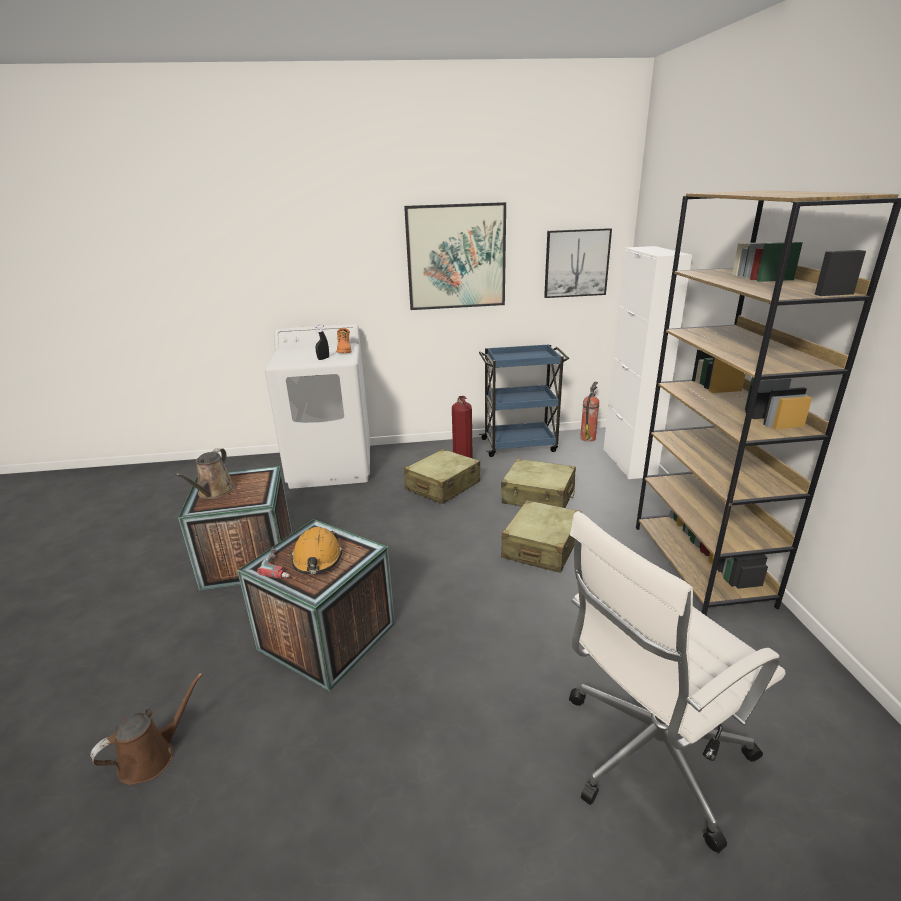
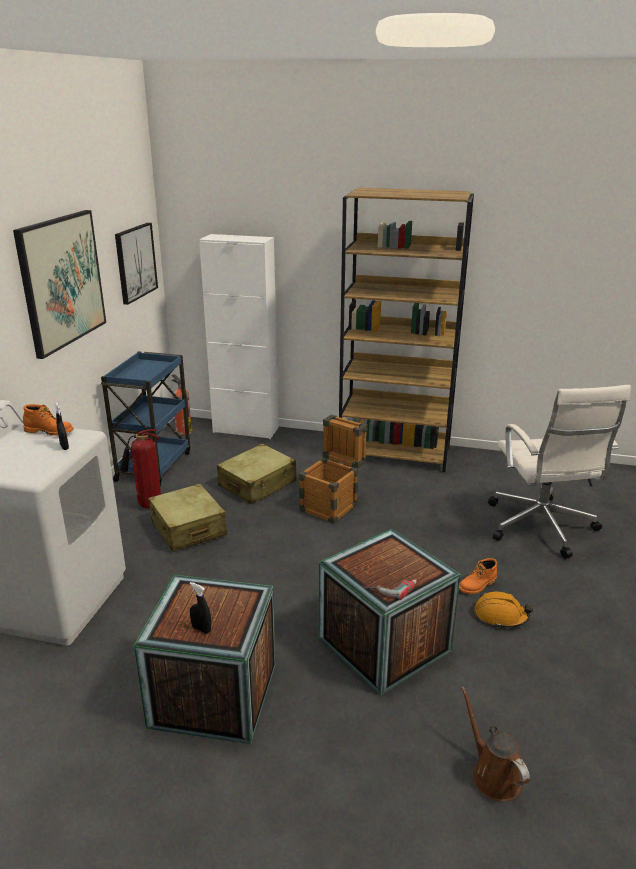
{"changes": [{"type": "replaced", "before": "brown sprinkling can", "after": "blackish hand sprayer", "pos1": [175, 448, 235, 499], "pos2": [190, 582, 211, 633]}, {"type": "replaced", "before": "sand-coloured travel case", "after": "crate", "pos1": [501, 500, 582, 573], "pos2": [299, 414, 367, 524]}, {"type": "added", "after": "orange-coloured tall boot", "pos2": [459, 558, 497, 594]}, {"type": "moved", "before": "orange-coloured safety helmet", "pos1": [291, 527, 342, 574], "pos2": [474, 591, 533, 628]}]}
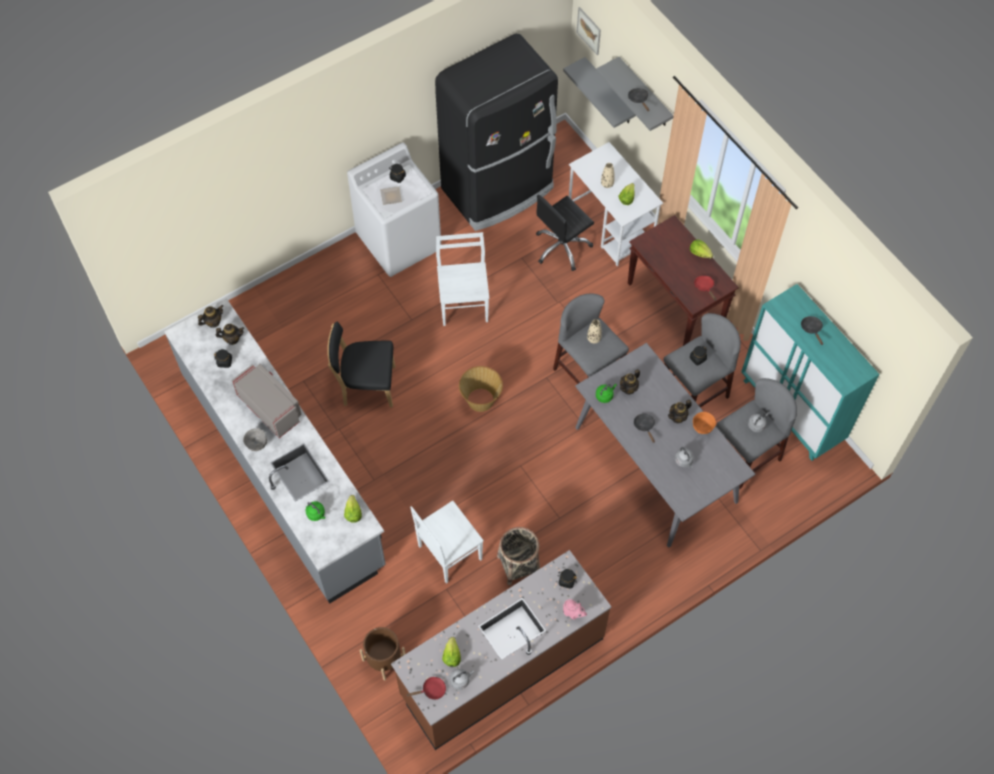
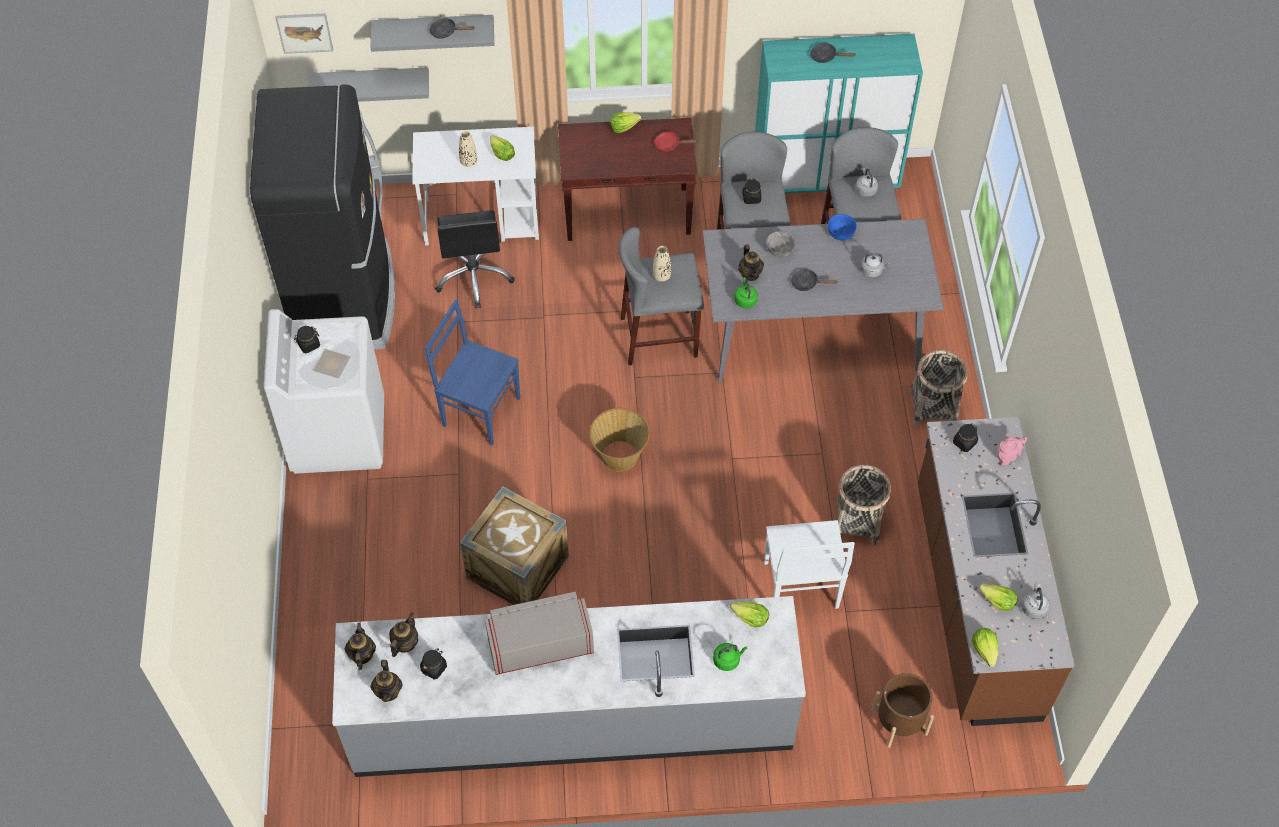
{"changes": [{"type": "moved", "before": "pot for tea", "pos1": [668, 400, 692, 424], "pos2": [370, 660, 403, 702]}, {"type": "recoloured", "before": "white-coloured plain chair", "after": "blue-coloured plain chair", "pos1": [436, 232, 489, 326], "pos2": [425, 299, 520, 445]}, {"type": "replaced", "before": "blackish plain chair", "after": "crate", "pos1": [327, 322, 395, 408], "pos2": [460, 487, 569, 605]}, {"type": "moved", "before": "gray serving bowl", "pos1": [243, 428, 267, 451], "pos2": [766, 231, 795, 257]}, {"type": "recoloured", "before": "orange-coloured serving bowl", "after": "blue-coloured serving bowl", "pos1": [693, 412, 716, 434], "pos2": [828, 214, 857, 240]}, {"type": "added", "after": "basket", "pos2": [910, 350, 968, 427]}, {"type": "added", "after": "lettuce head", "pos2": [972, 628, 998, 667]}, {"type": "removed", "before": "red-coloured skillet", "pos1": [407, 677, 446, 700]}]}
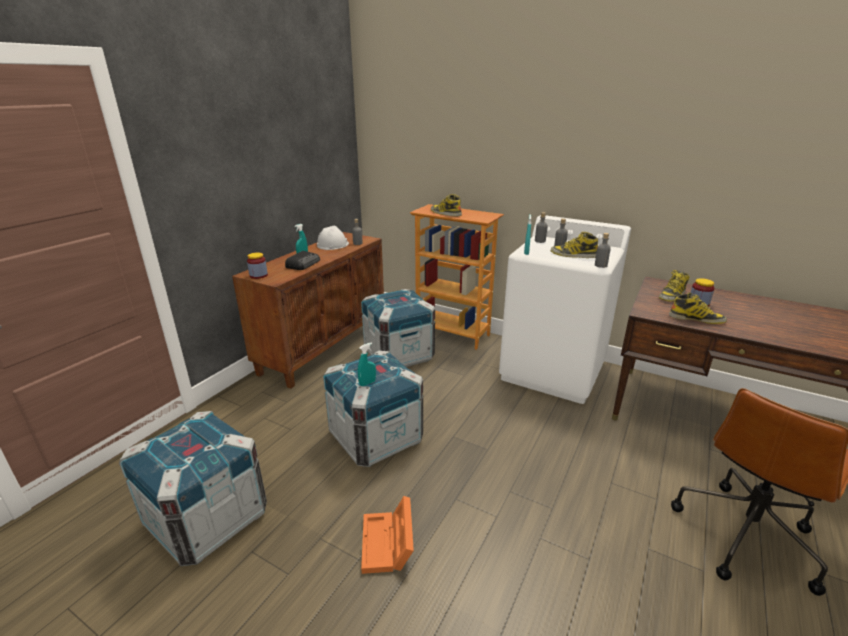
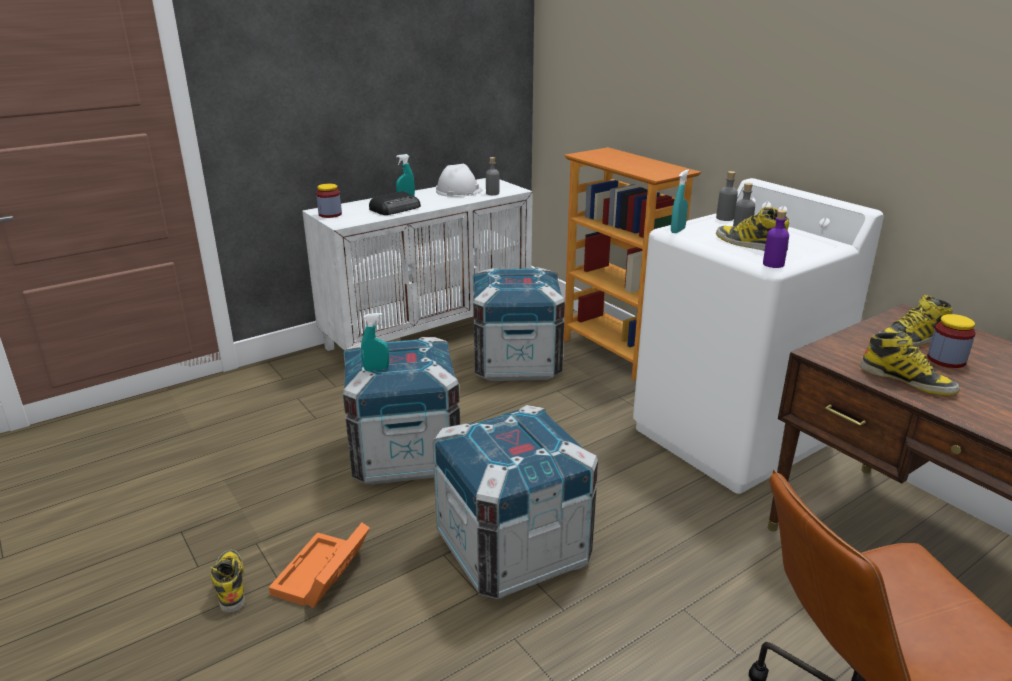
{"changes": [{"type": "moved", "before": "tall boot", "pos1": [431, 194, 462, 217], "pos2": [210, 550, 246, 612]}, {"type": "recoloured", "before": "brown cabinet", "after": "white-coloured cabinet", "pos1": [232, 232, 384, 389], "pos2": [302, 178, 533, 351]}, {"type": "moved", "before": "crate", "pos1": [119, 411, 267, 566], "pos2": [433, 405, 598, 600]}, {"type": "recoloured", "before": "gray drink bottle", "after": "purple drink bottle", "pos1": [595, 233, 611, 268], "pos2": [763, 210, 789, 268]}]}
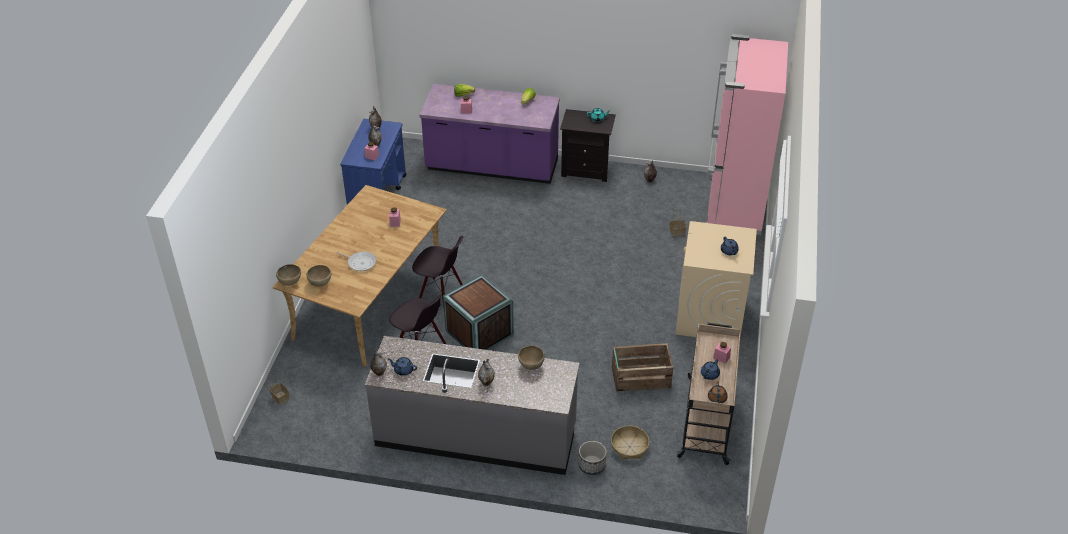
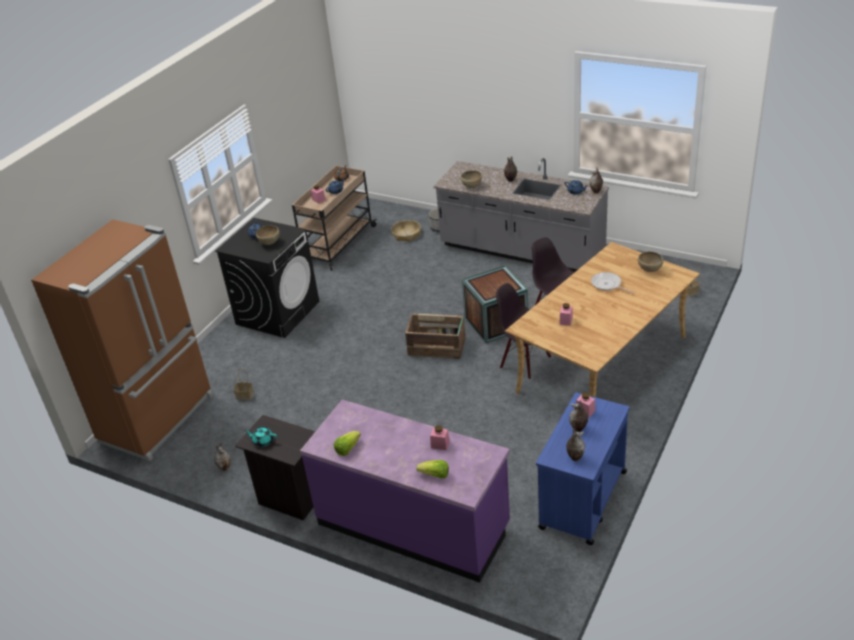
{"changes": [{"type": "recoloured", "before": "pink-coloured fridge", "after": "brown fridge", "pos1": [705, 34, 788, 235], "pos2": [31, 219, 214, 461]}, {"type": "recoloured", "before": "sand-coloured laundry appliance", "after": "blackish laundry appliance", "pos1": [675, 221, 757, 337], "pos2": [215, 218, 319, 338]}, {"type": "moved", "before": "brown serving bowl", "pos1": [276, 264, 301, 286], "pos2": [256, 225, 280, 245]}, {"type": "moved", "before": "crate", "pos1": [612, 343, 673, 392], "pos2": [405, 313, 465, 359]}]}
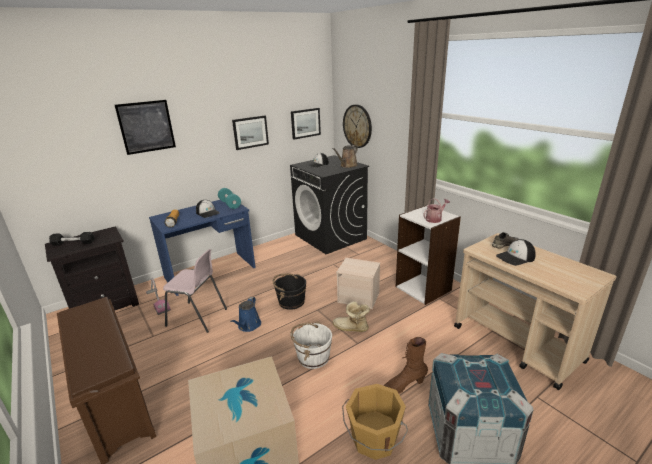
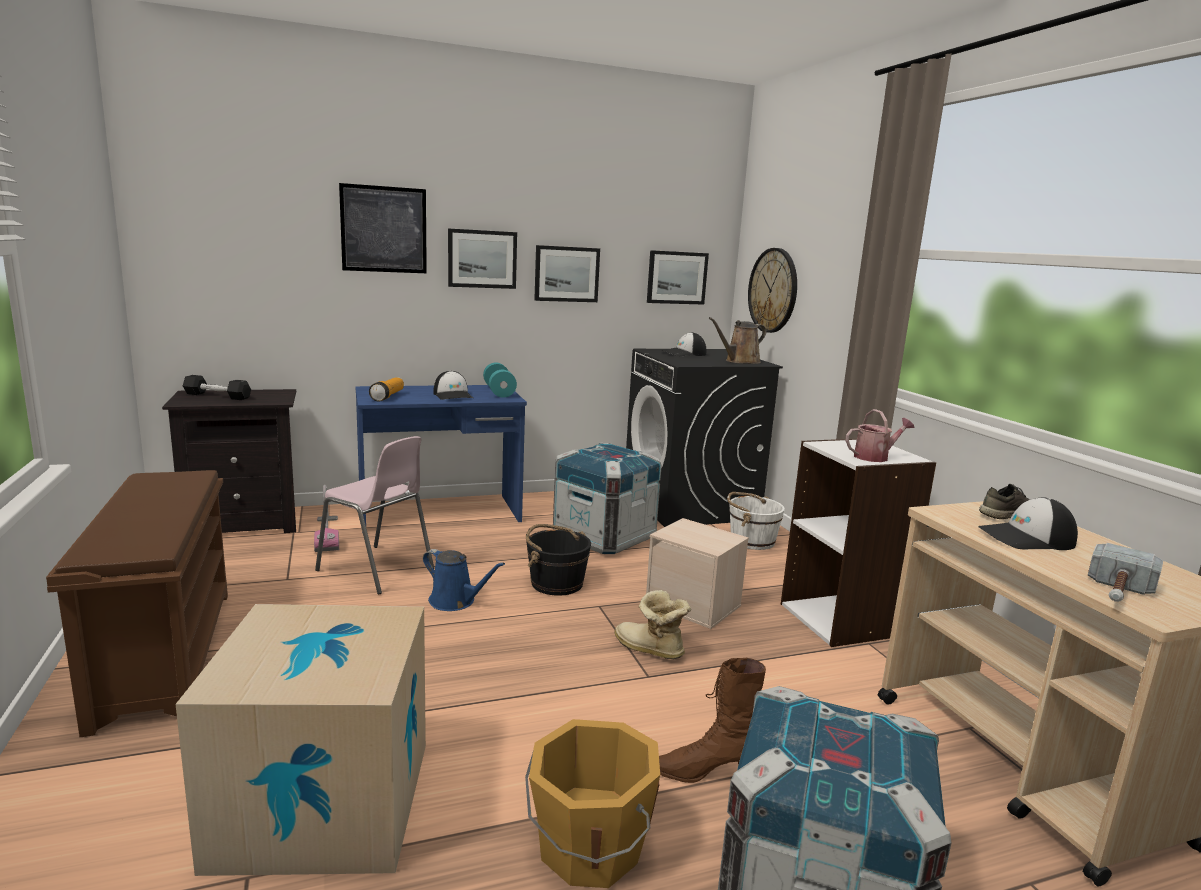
{"changes": [{"type": "turned", "before": "blue-coloured sprinkling can", "pos1": [230, 297, 261, 332], "pos2": [423, 549, 505, 611], "turn": -90}, {"type": "added", "after": "wall picture", "pos2": [448, 228, 517, 289]}, {"type": "added", "after": "crate", "pos2": [553, 443, 662, 554]}, {"type": "moved", "before": "white-coloured water bucket", "pos1": [291, 322, 332, 369], "pos2": [727, 492, 785, 550]}, {"type": "added", "after": "hand hammer", "pos2": [1088, 543, 1163, 602]}]}
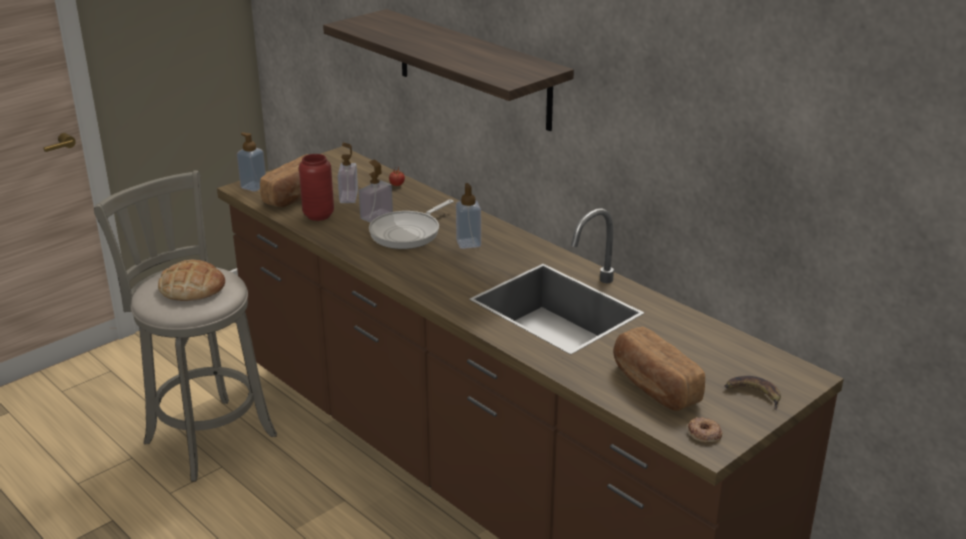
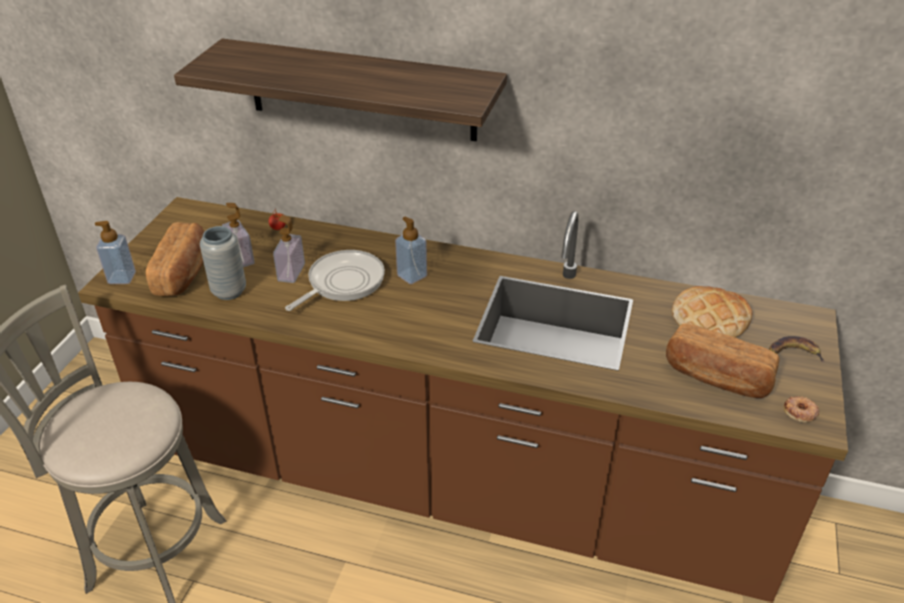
{"changes": [{"type": "recoloured", "before": "red-coloured flower vase", "after": "gray flower vase", "pos1": [299, 154, 334, 221], "pos2": [200, 226, 246, 300]}, {"type": "turned", "before": "skillet", "pos1": [369, 199, 454, 249], "pos2": [285, 250, 385, 311], "turn": -150}, {"type": "moved", "before": "bread", "pos1": [158, 260, 225, 301], "pos2": [672, 286, 753, 338]}]}
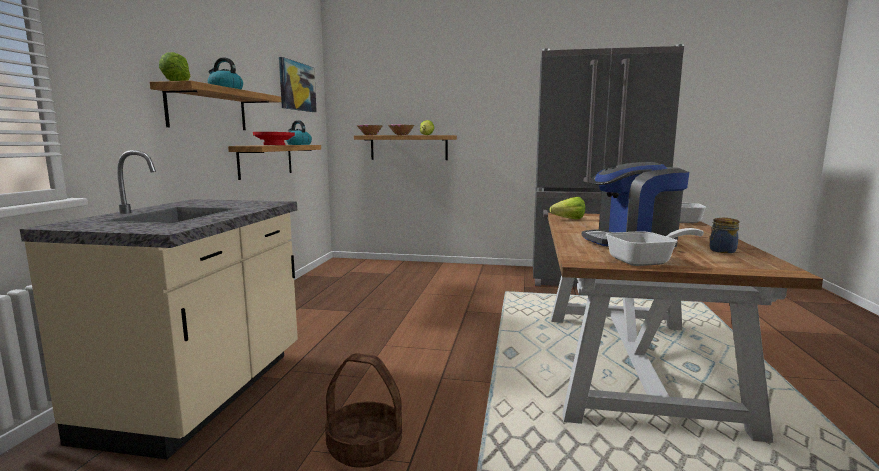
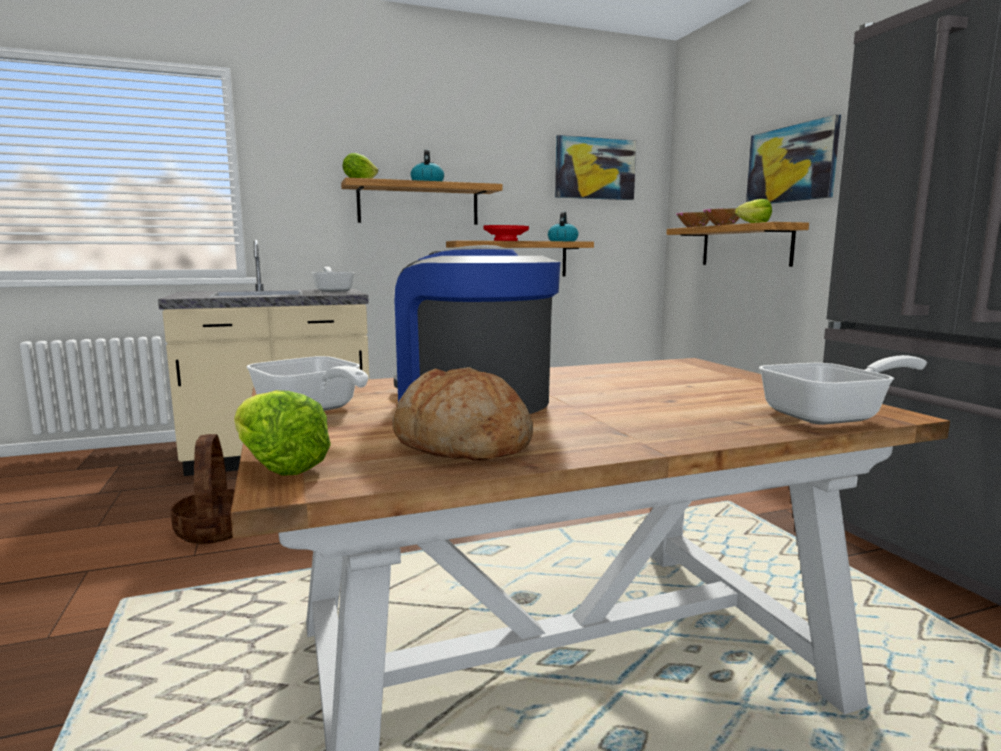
{"changes": [{"type": "moved", "before": "lettuce head", "pos1": [550, 197, 585, 219], "pos2": [234, 390, 331, 476]}, {"type": "added", "after": "skillet", "pos2": [311, 267, 355, 292]}, {"type": "replaced", "before": "jar", "after": "bread", "pos1": [710, 218, 739, 253], "pos2": [392, 367, 533, 461]}, {"type": "added", "after": "wall picture", "pos2": [746, 114, 841, 204]}]}
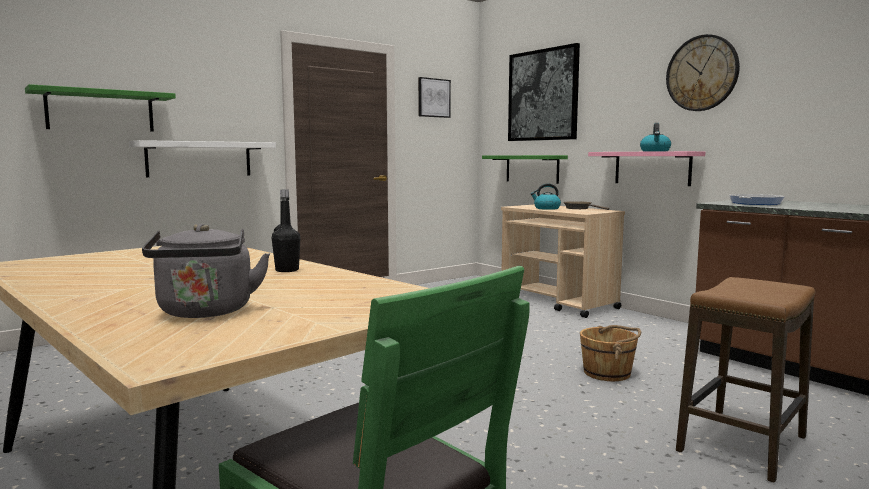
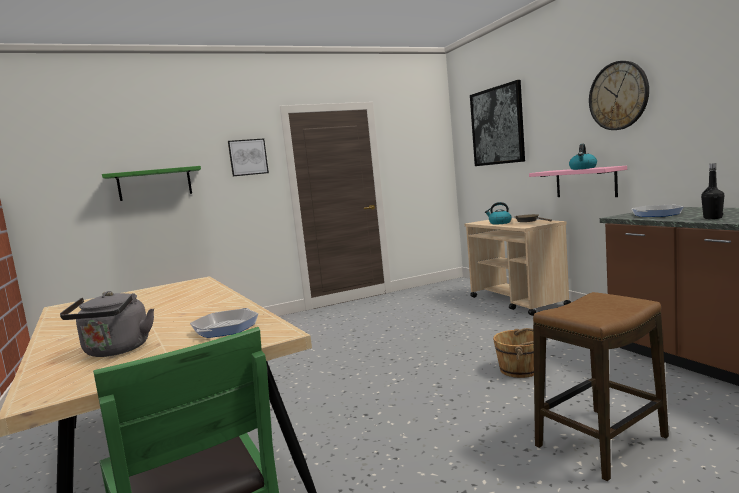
{"changes": [{"type": "added", "after": "skillet", "pos2": [190, 308, 258, 338]}, {"type": "moved", "before": "wall picture", "pos1": [418, 77, 451, 118], "pos2": [228, 138, 269, 176]}, {"type": "moved", "before": "blackish drink bottle", "pos1": [272, 190, 301, 272], "pos2": [701, 163, 724, 219]}, {"type": "removed", "before": "white-coloured wall shelf", "pos1": [129, 140, 276, 177]}, {"type": "removed", "before": "greenish wall shelf", "pos1": [482, 155, 568, 184]}]}
